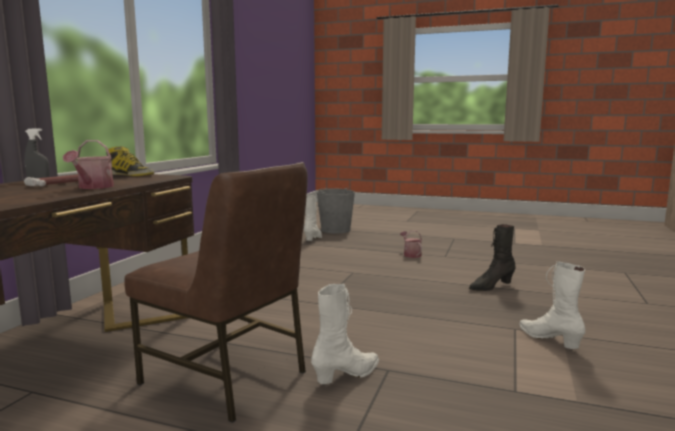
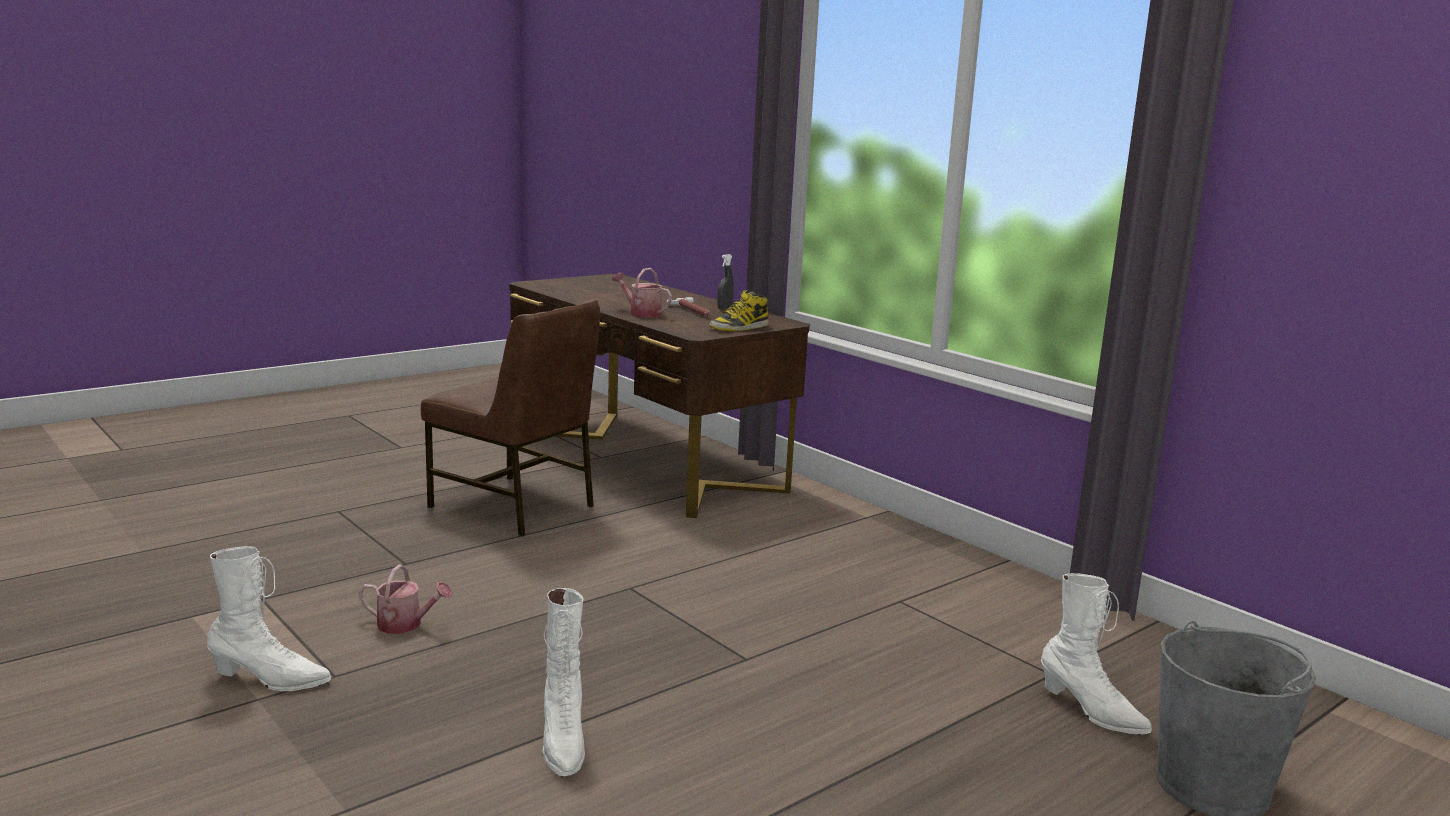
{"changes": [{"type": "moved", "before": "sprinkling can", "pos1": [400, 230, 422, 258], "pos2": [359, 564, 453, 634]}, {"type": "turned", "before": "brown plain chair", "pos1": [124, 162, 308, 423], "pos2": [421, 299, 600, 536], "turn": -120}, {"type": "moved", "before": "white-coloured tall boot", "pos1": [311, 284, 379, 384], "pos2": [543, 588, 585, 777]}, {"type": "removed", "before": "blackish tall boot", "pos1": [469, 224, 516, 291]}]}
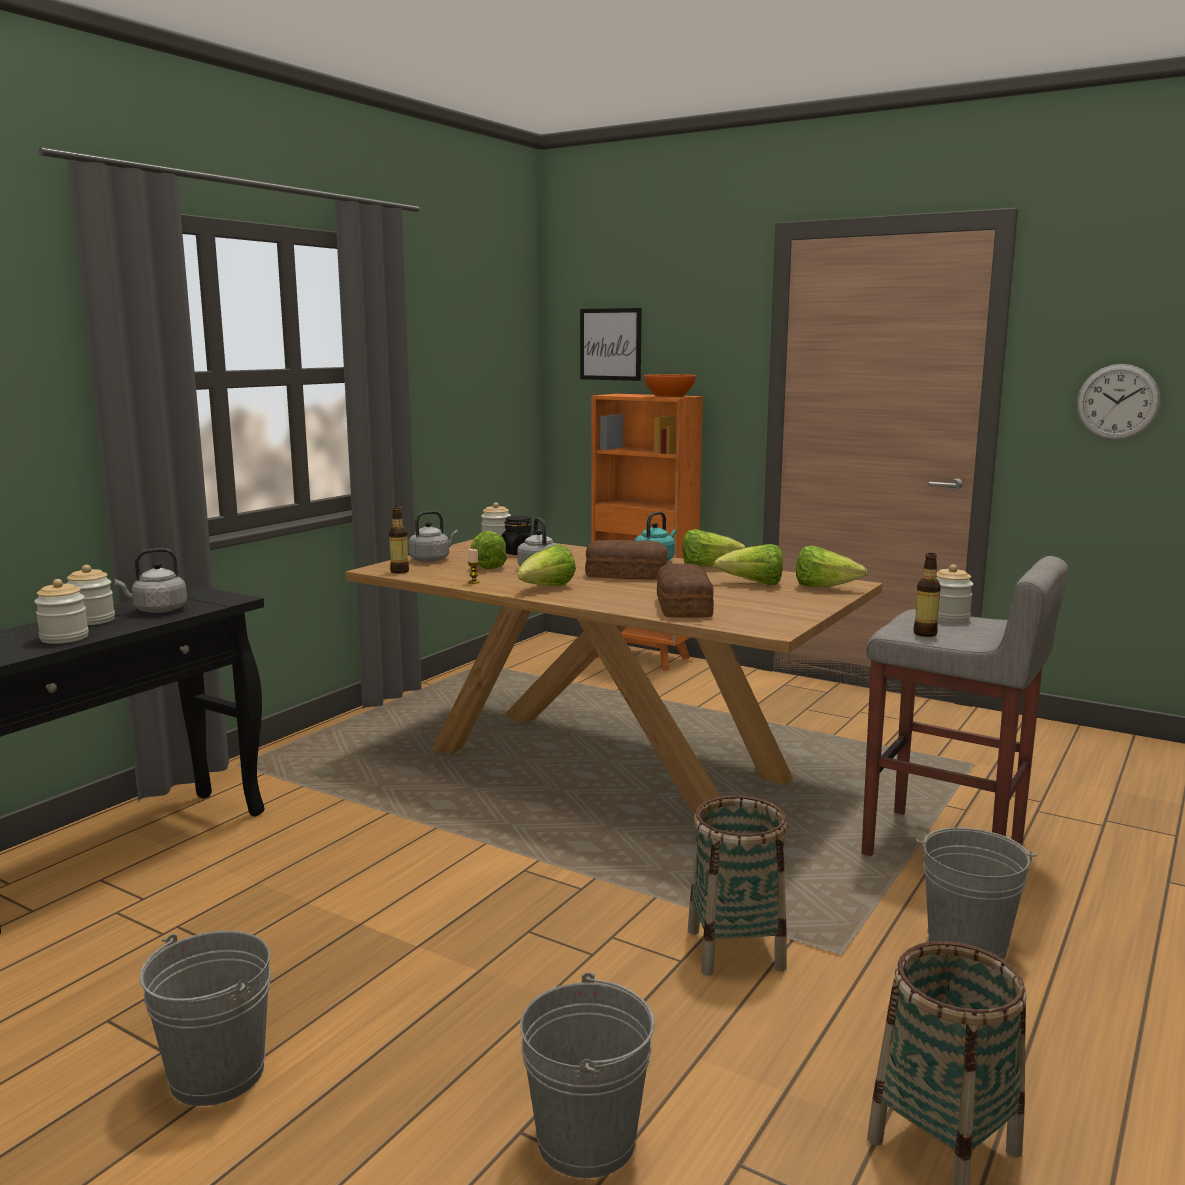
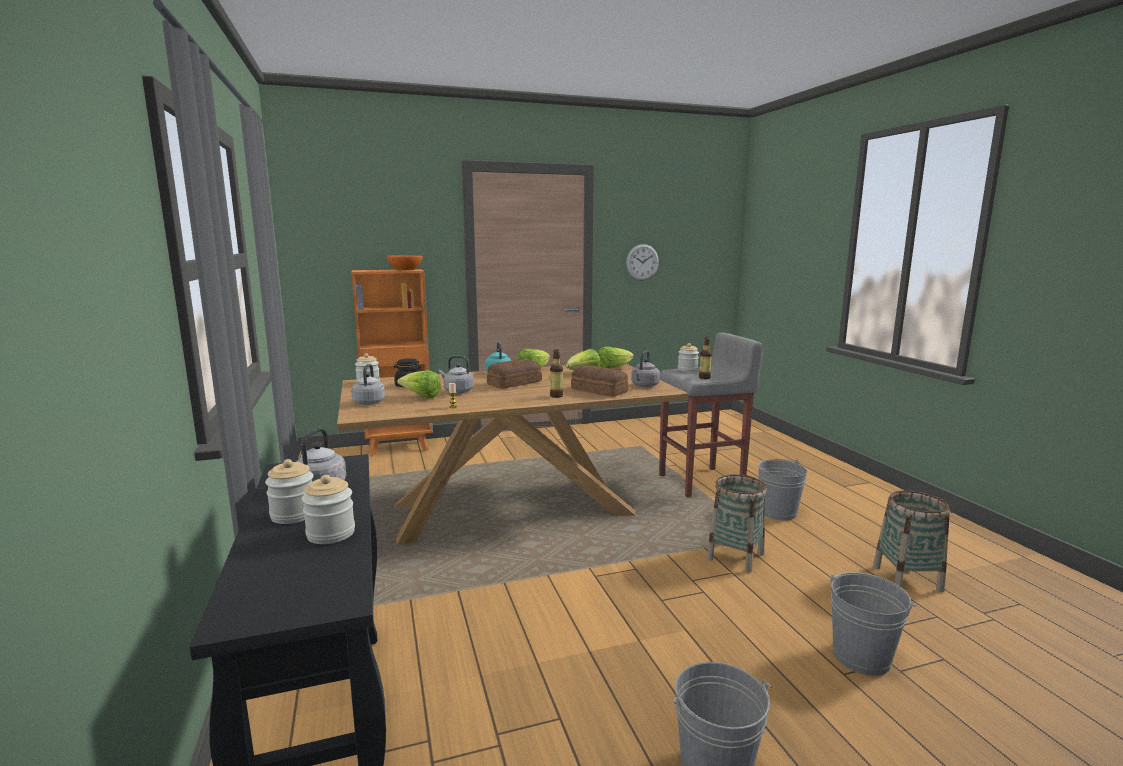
{"changes": [{"type": "moved", "before": "drink bottle", "pos1": [389, 506, 409, 574], "pos2": [550, 350, 563, 398]}, {"type": "added", "after": "gray kettle", "pos2": [631, 350, 660, 387]}, {"type": "removed", "before": "lettuce head", "pos1": [517, 545, 576, 586]}, {"type": "removed", "before": "wall picture", "pos1": [580, 308, 642, 381]}]}
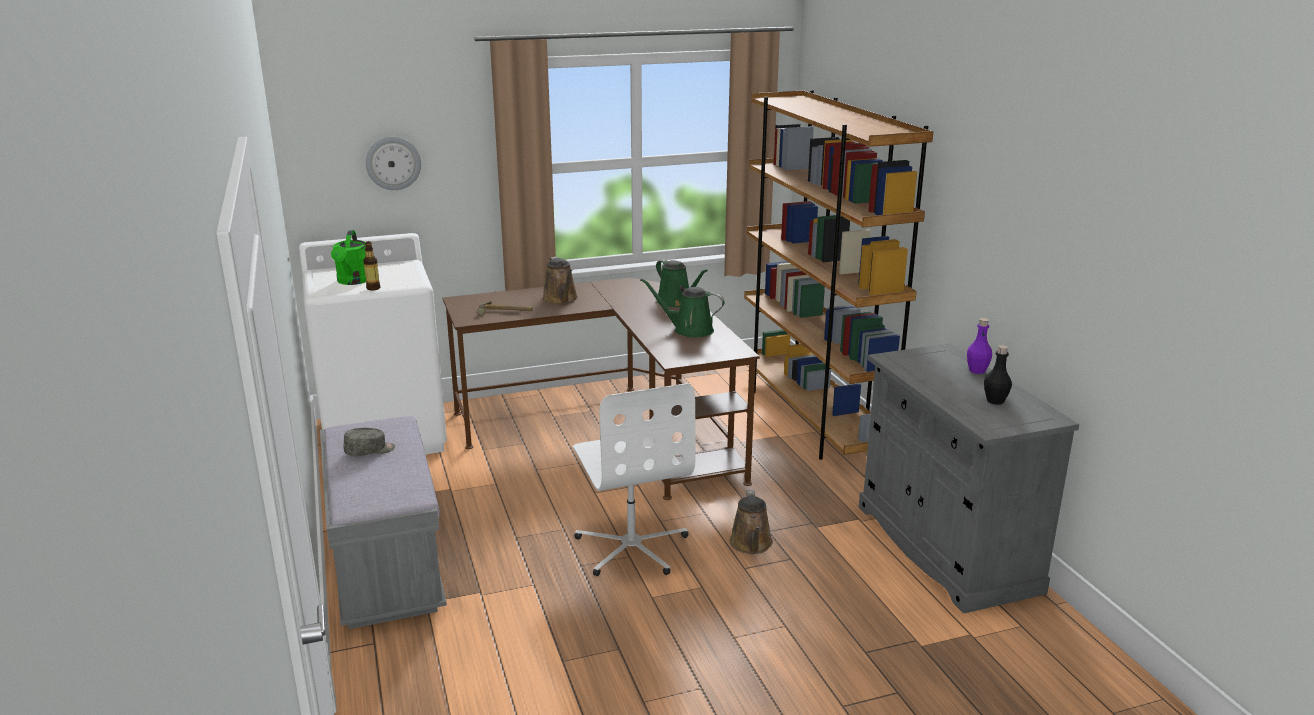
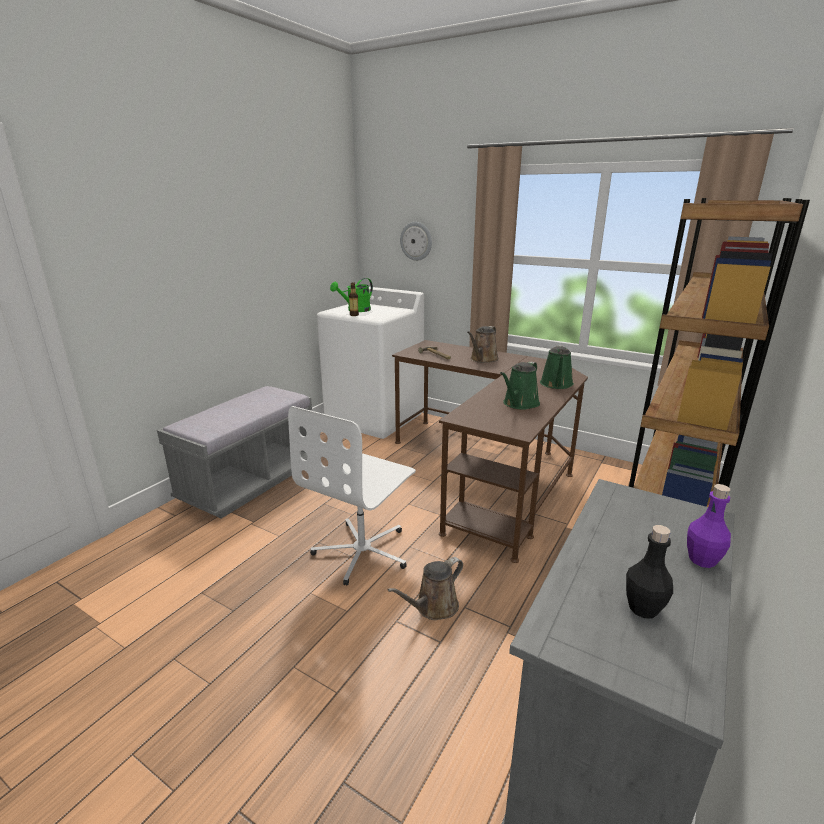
{"changes": [{"type": "turned", "before": "greenish sprinkling can", "pos1": [640, 278, 725, 338], "pos2": [500, 361, 540, 410], "turn": -120}, {"type": "removed", "before": "gray peaked cap", "pos1": [344, 428, 395, 456]}]}
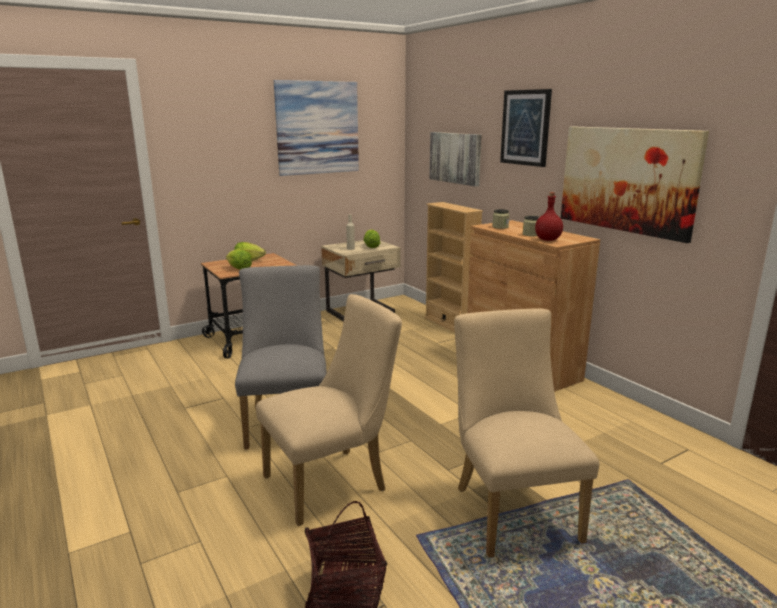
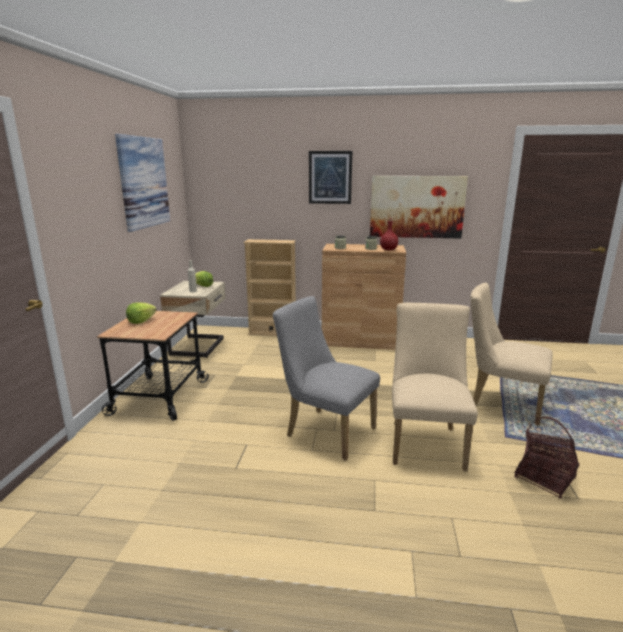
{"changes": [{"type": "removed", "before": "lettuce head", "pos1": [226, 249, 252, 269]}, {"type": "removed", "before": "wall picture", "pos1": [429, 132, 482, 187]}]}
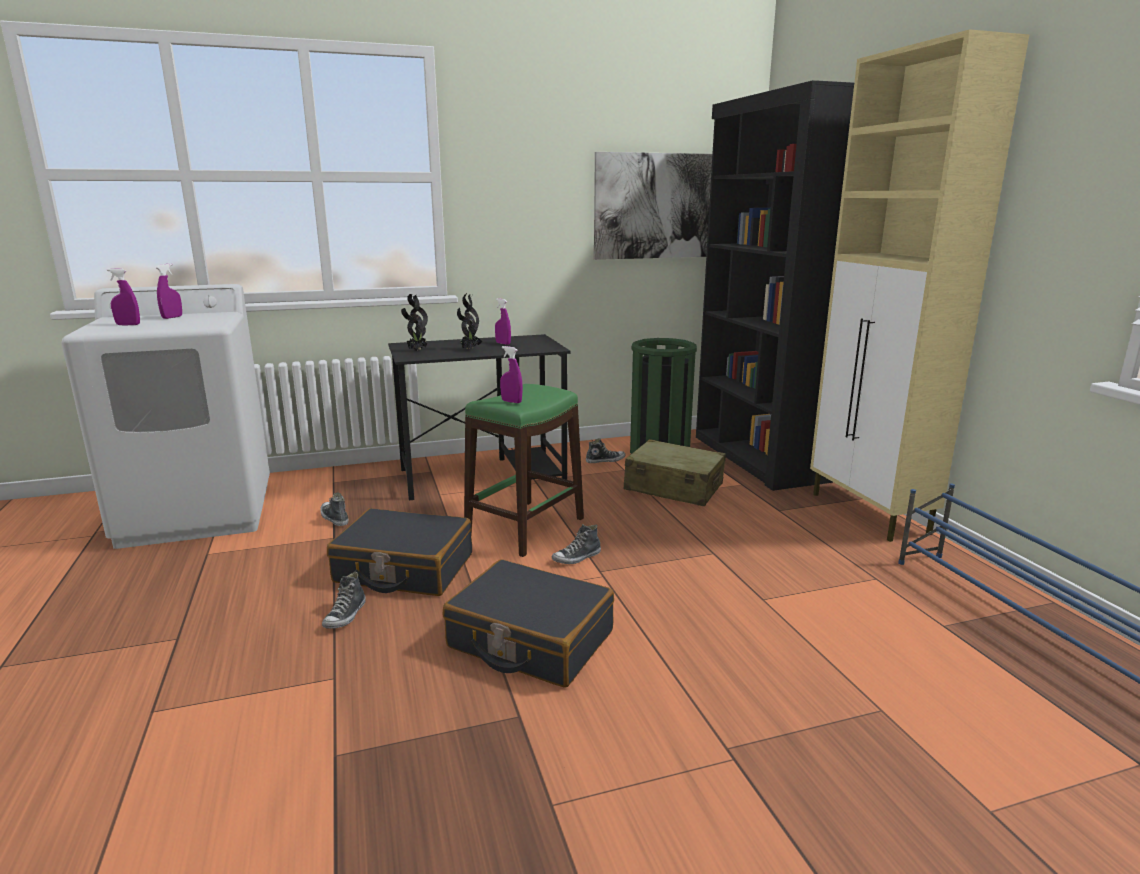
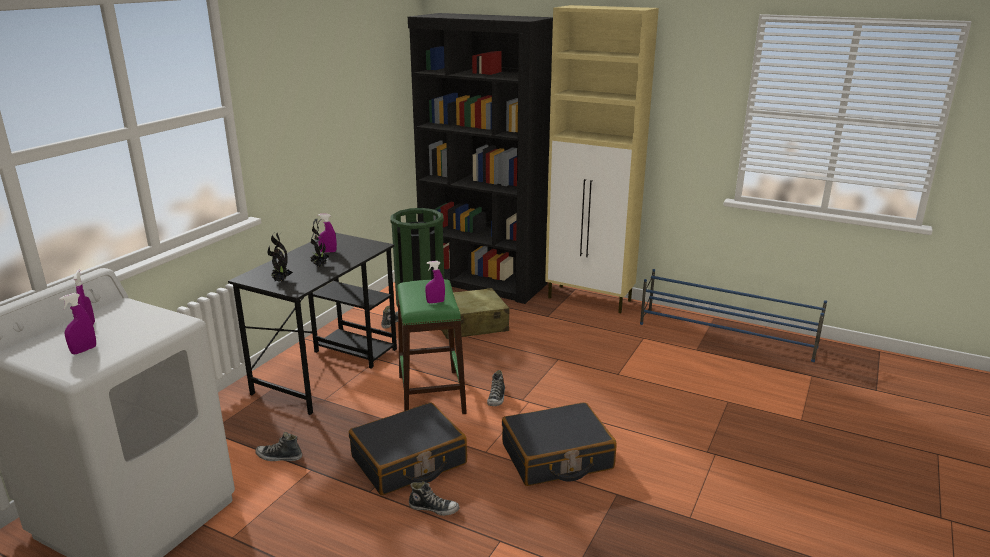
{"changes": [{"type": "turned", "before": "item of footwear", "pos1": [322, 572, 366, 629], "pos2": [409, 481, 459, 516], "turn": -45}, {"type": "removed", "before": "wall picture", "pos1": [594, 152, 712, 260]}]}
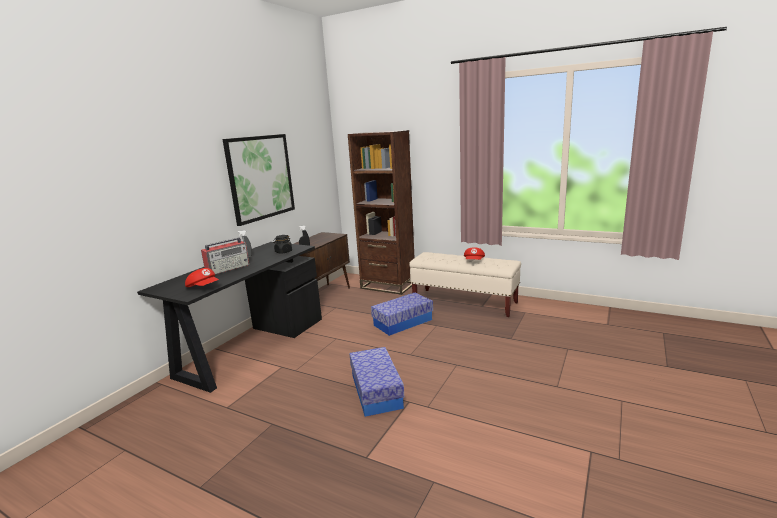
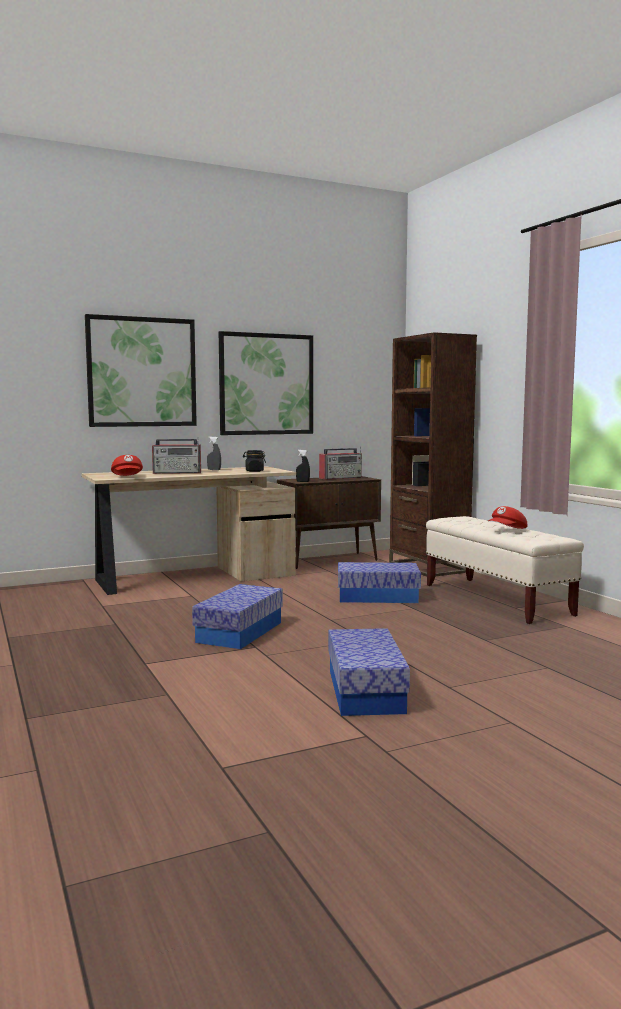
{"changes": [{"type": "recoloured", "before": "blackish desk unit", "after": "sand-coloured desk unit", "pos1": [137, 242, 322, 393], "pos2": [81, 466, 296, 595]}, {"type": "added", "after": "wall picture", "pos2": [85, 314, 197, 427]}, {"type": "added", "after": "radio receiver", "pos2": [319, 447, 362, 480]}, {"type": "added", "after": "storage bin", "pos2": [328, 628, 410, 716]}]}
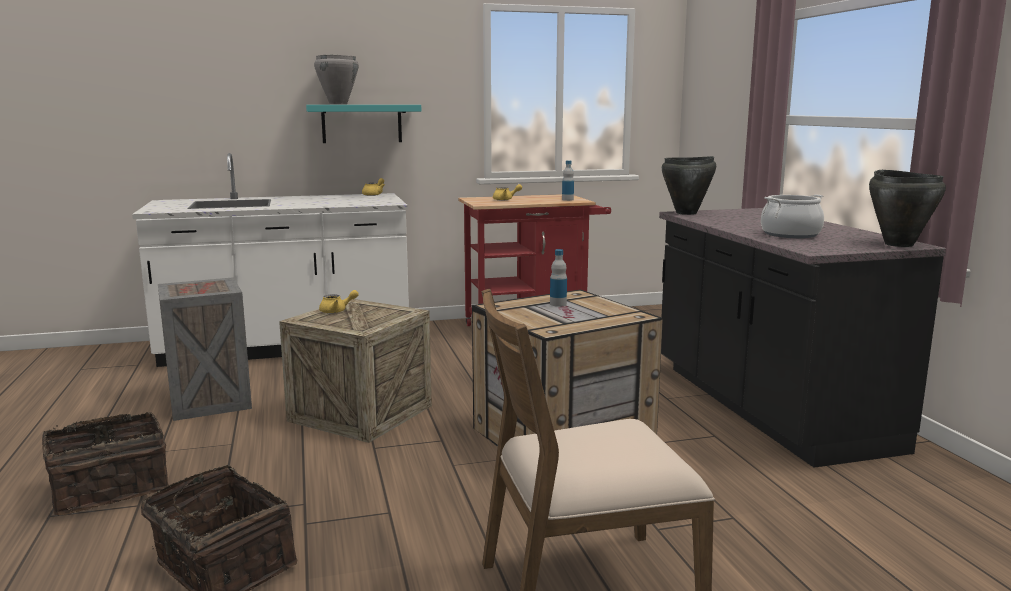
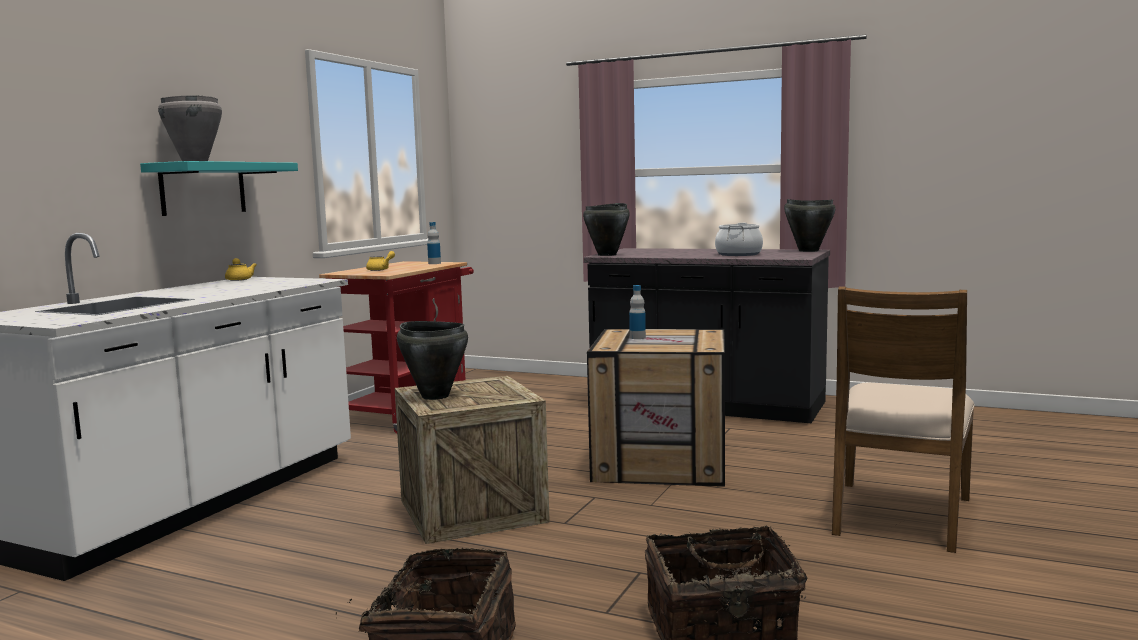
{"changes": [{"type": "replaced", "before": "yellowish pot for tea", "after": "blackish cooking pot", "pos1": [319, 290, 359, 313], "pos2": [397, 321, 468, 400]}, {"type": "removed", "before": "crate", "pos1": [158, 277, 252, 421]}]}
